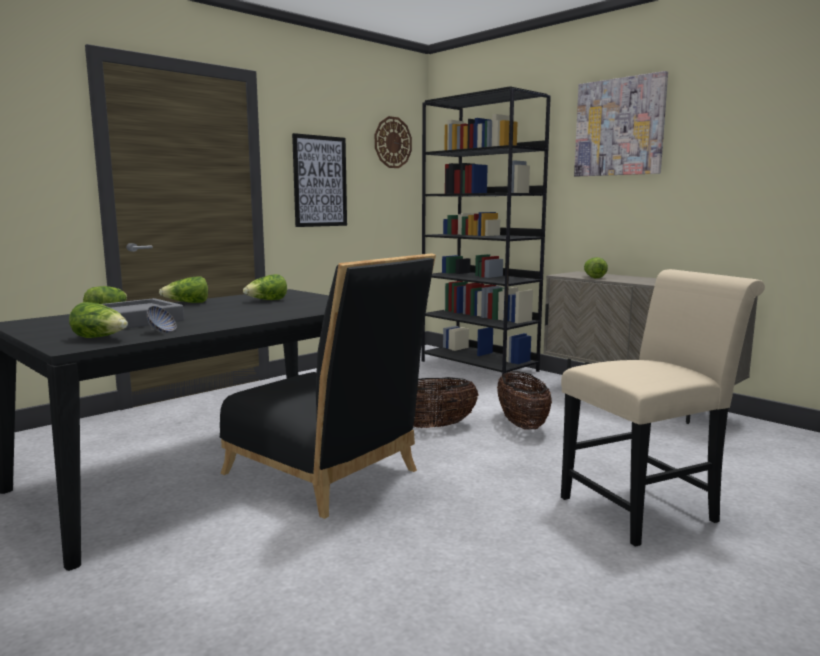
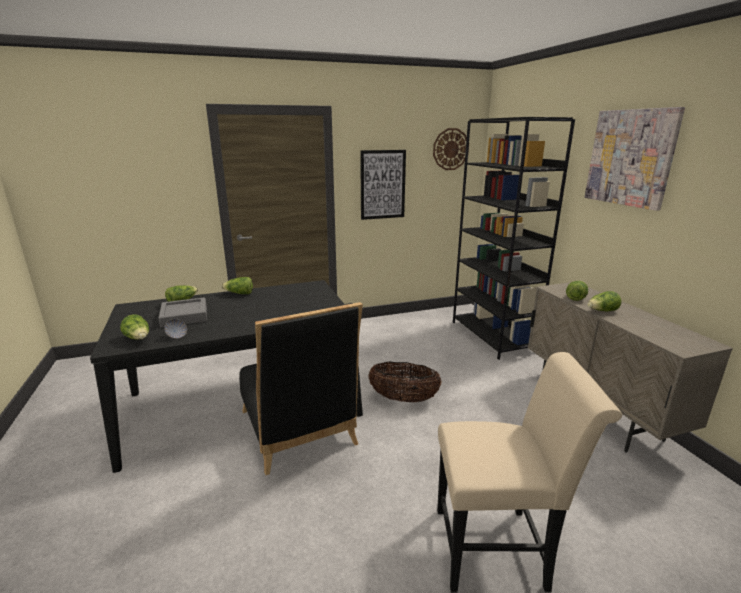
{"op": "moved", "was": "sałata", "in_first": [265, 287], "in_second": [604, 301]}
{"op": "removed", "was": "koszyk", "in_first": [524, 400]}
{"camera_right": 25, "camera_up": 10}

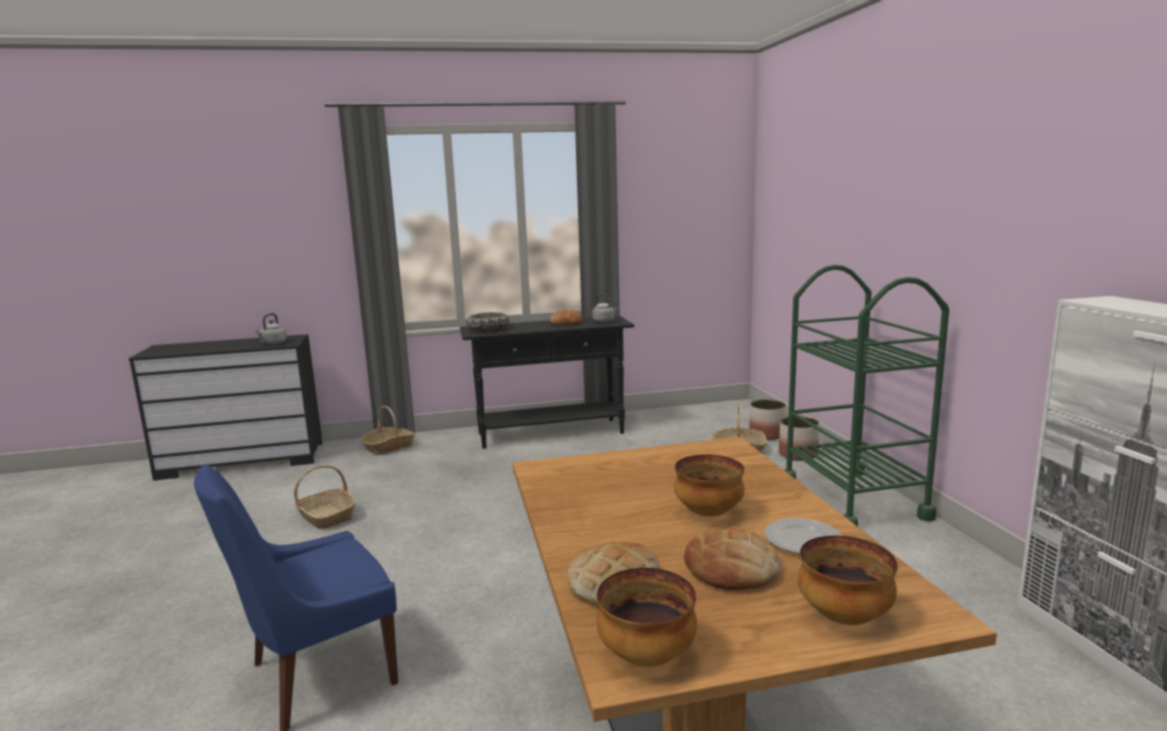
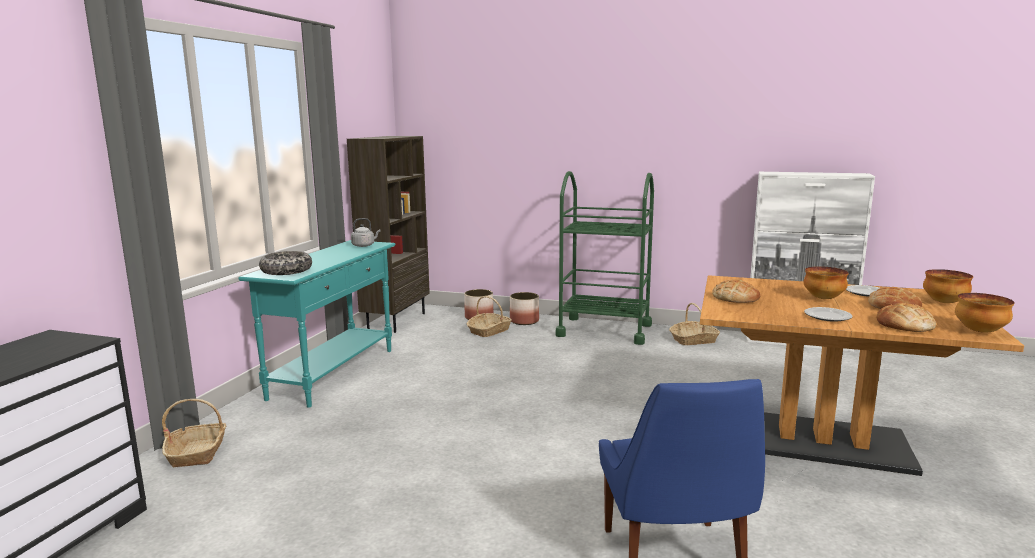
{"op": "removed", "was": "czajnik (szary)", "in_first": [271, 329]}
{"op": "moved", "was": "koszyk", "in_first": [325, 497], "in_second": [694, 324]}
{"op": "recoloured", "was": "stolik konsolowy (czarny)", "now": "stolik konsolowy (turkusowy)", "in_first": [547, 382], "in_second": [317, 324]}
{"op": "moved", "was": "chleb", "in_first": [566, 317], "in_second": [736, 291]}
{"op": "added", "now": "regał (brązowy)", "in_second": [388, 234]}
{"op": "added", "now": "talerz", "in_second": [828, 314]}
{"camera_right": -60, "camera_up": 0}

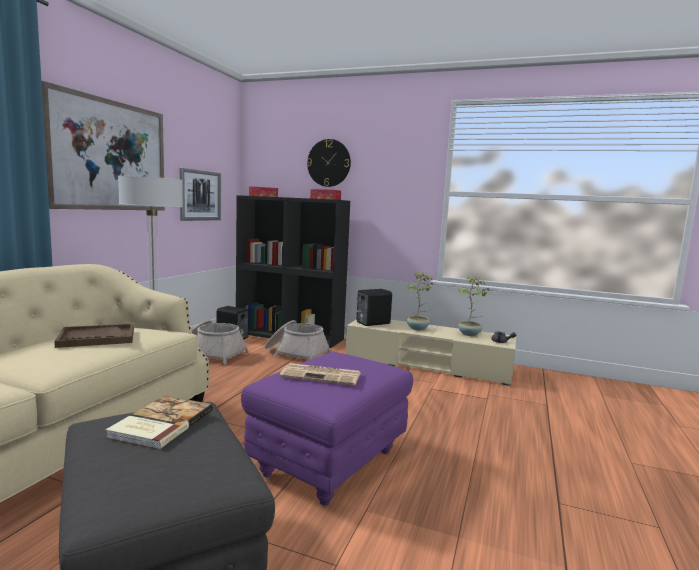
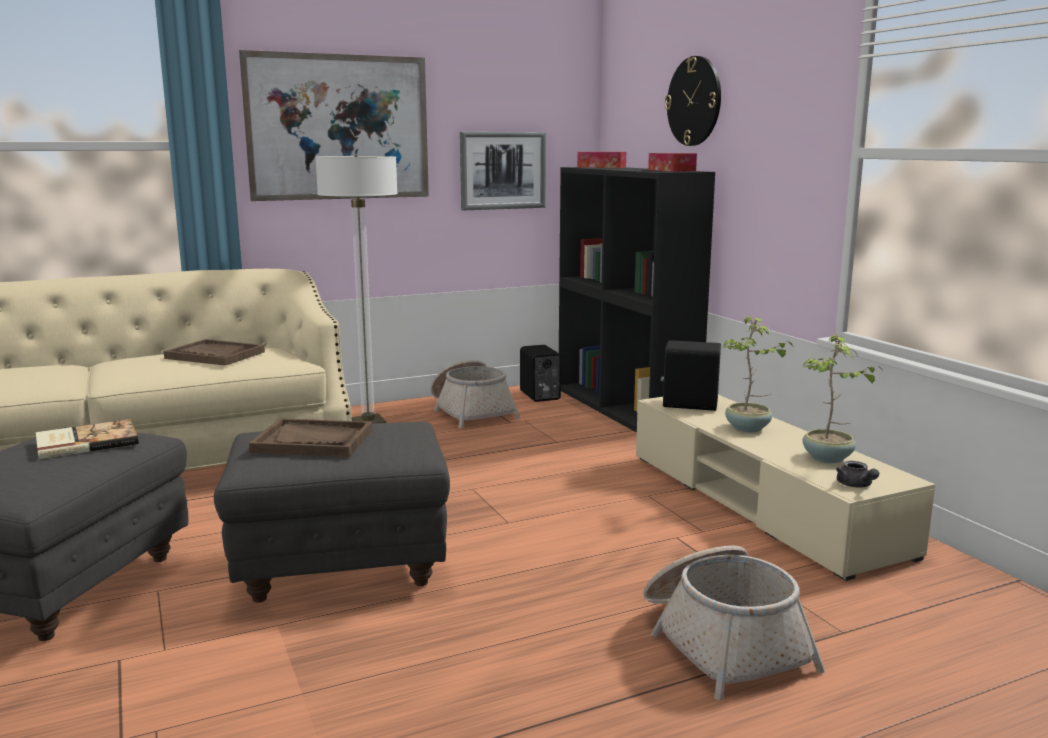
{"op": "recoloured", "was": "pufa (fioletowy)", "now": "pufa (szary)", "in_first": [327, 429], "in_second": [332, 511]}
{"op": "moved", "was": "koszyk", "in_first": [298, 339], "in_second": [734, 622]}
{"op": "replaced", "was": "gazeta", "now": "taca (brązowy)", "in_first": [320, 374], "in_second": [310, 437]}
{"camera_right": 45, "camera_up": 5}

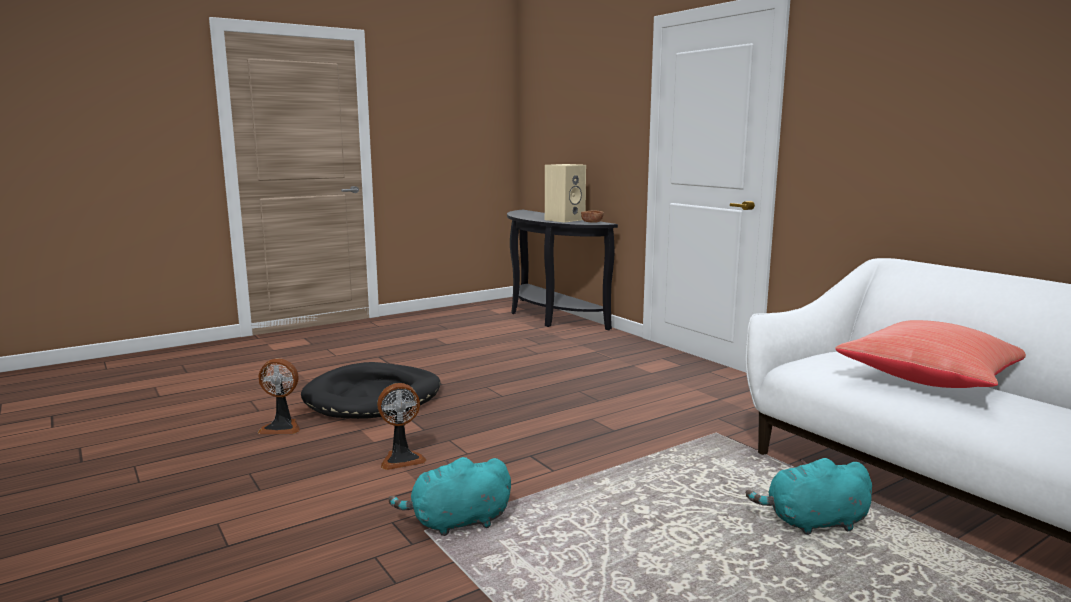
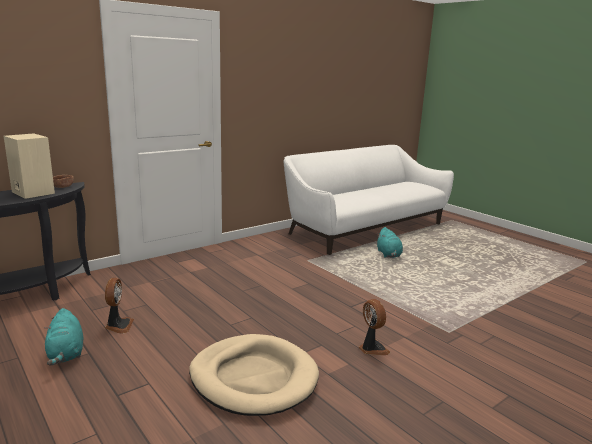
{"op": "moved", "was": "wentylator", "in_first": [279, 396], "in_second": [119, 306]}
{"op": "recoloured", "was": "legowisko (czarny)", "now": "legowisko (beżowy)", "in_first": [371, 390], "in_second": [254, 375]}
{"op": "moved", "was": "pluszak (turkusowy)", "in_first": [450, 496], "in_second": [63, 337]}
{"op": "removed", "was": "poduszka (czerwony)", "in_first": [931, 354]}
{"camera_right": -95, "camera_up": 5}

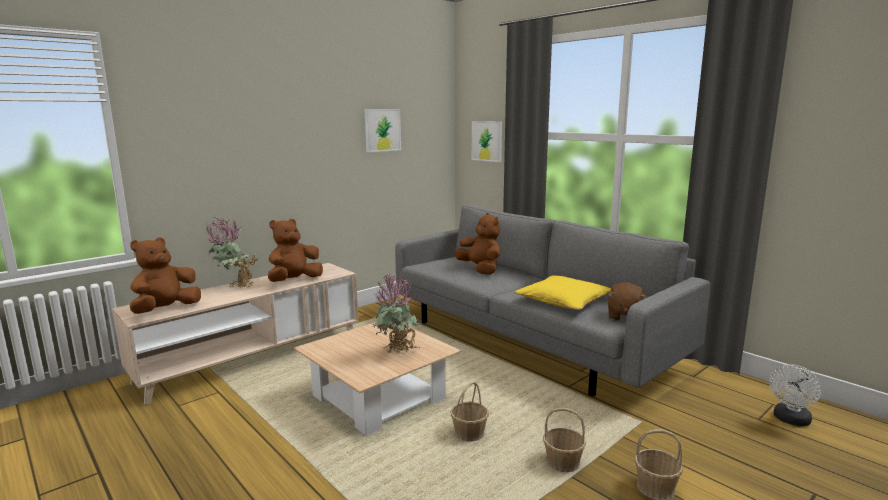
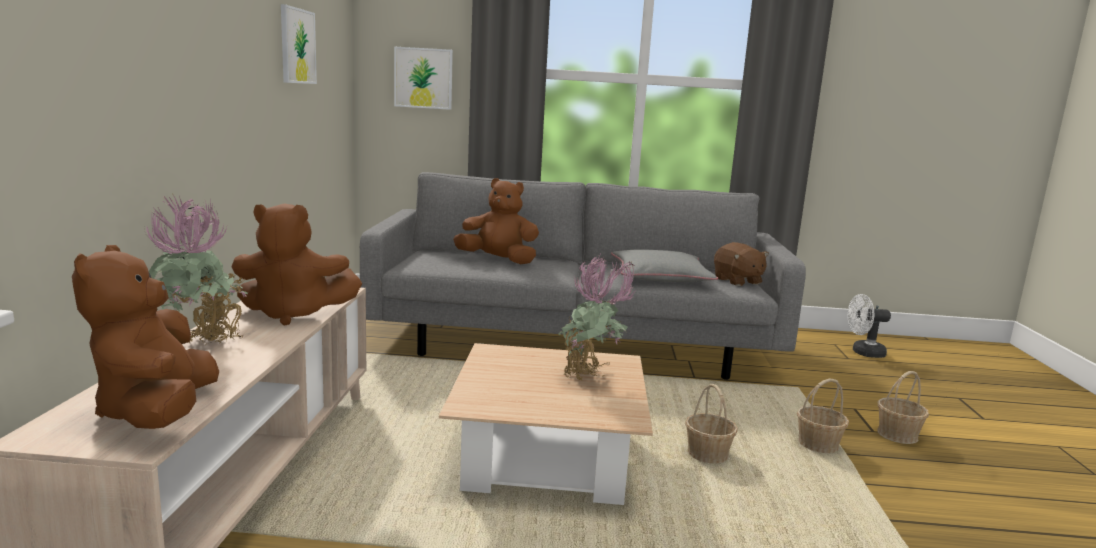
{"op": "turned", "was": "pluszak (brązowy)", "in_first": [295, 250], "in_second": [296, 265], "clockwise": -90}
{"op": "recoloured", "was": "poduszka (żółty)", "now": "poduszka (szary)", "in_first": [562, 292], "in_second": [664, 265]}
{"op": "turned", "was": "wentylator (biały)", "in_first": [795, 395], "in_second": [869, 326], "clockwise": 90}
{"camera_right": -45, "camera_up": 0}

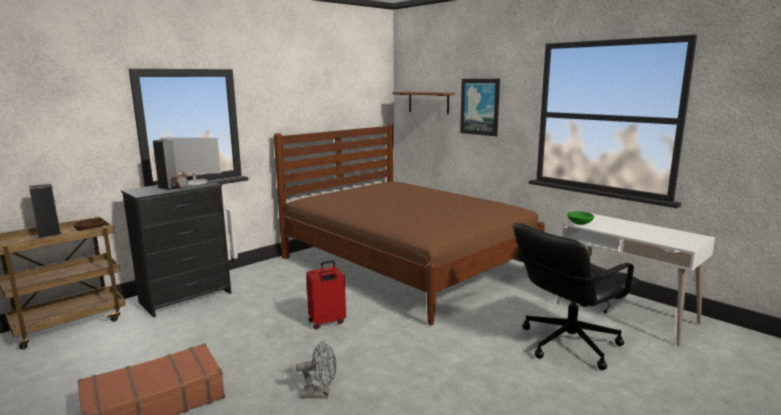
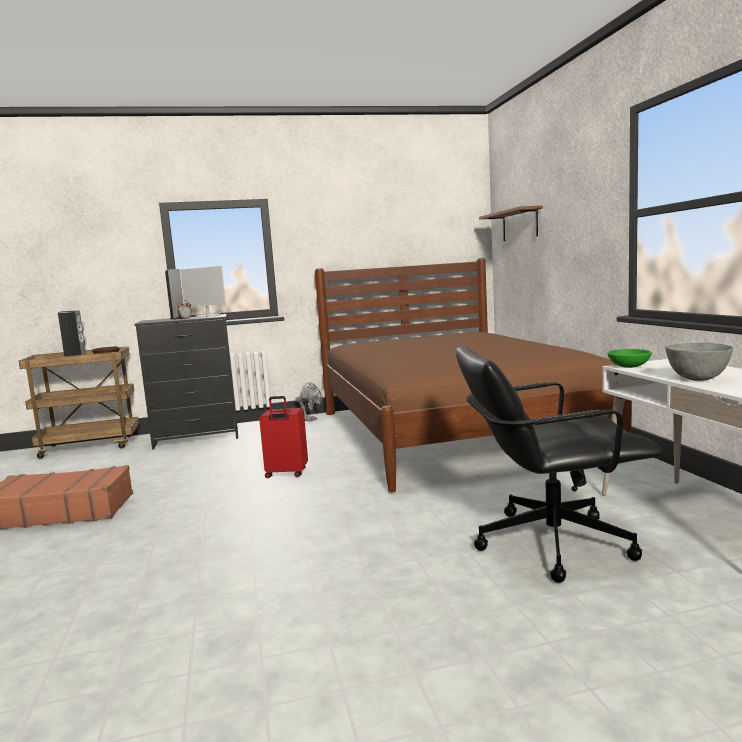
{"op": "moved", "was": "wentylator (szary)", "in_first": [316, 370], "in_second": [308, 402]}
{"op": "removed", "was": "obraz", "in_first": [480, 107]}
{"op": "added", "now": "miska (szary)", "in_second": [699, 362]}
{"camera_right": 30, "camera_up": -5}

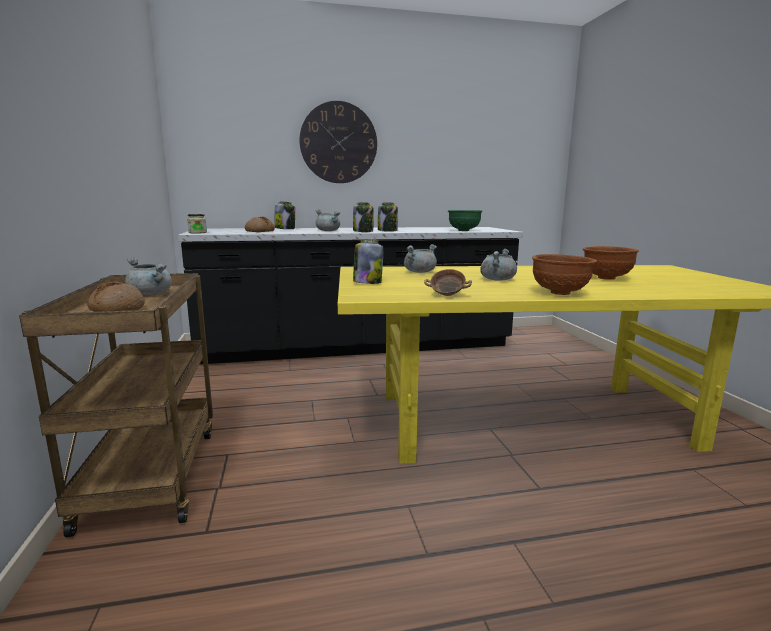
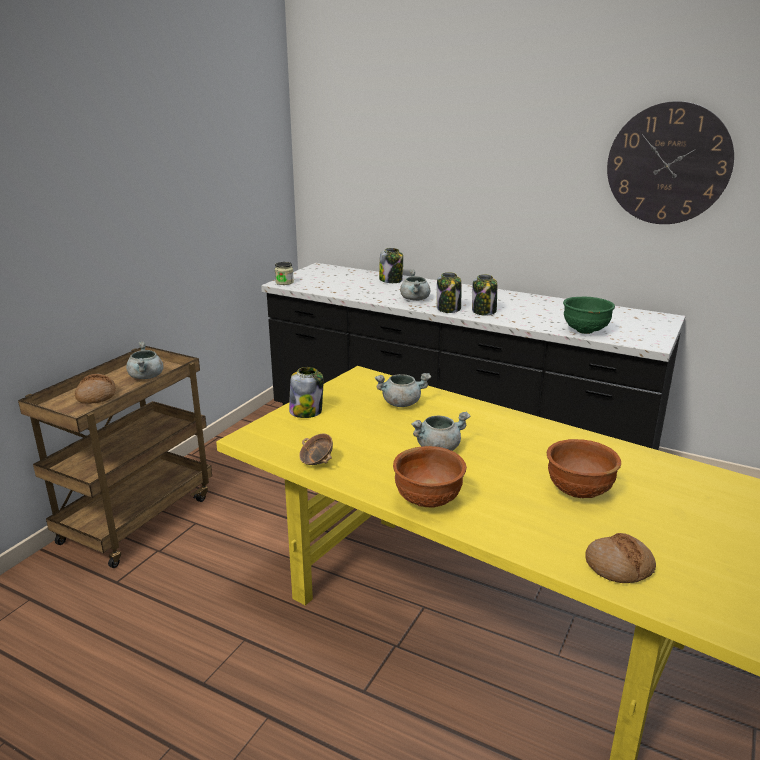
{"op": "moved", "was": "chleb", "in_first": [260, 224], "in_second": [620, 558]}
{"op": "moved", "was": "zegar ścienny", "in_first": [338, 142], "in_second": [670, 162]}
{"camera_right": 40, "camera_up": 10}

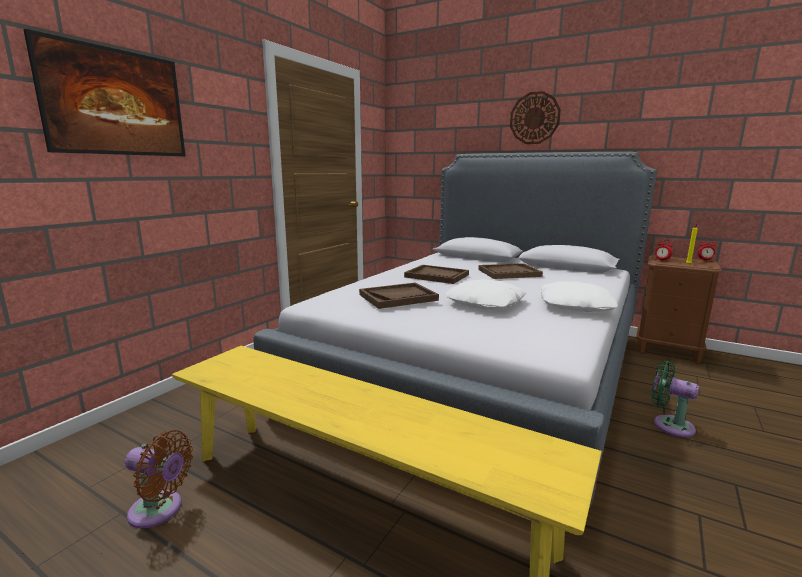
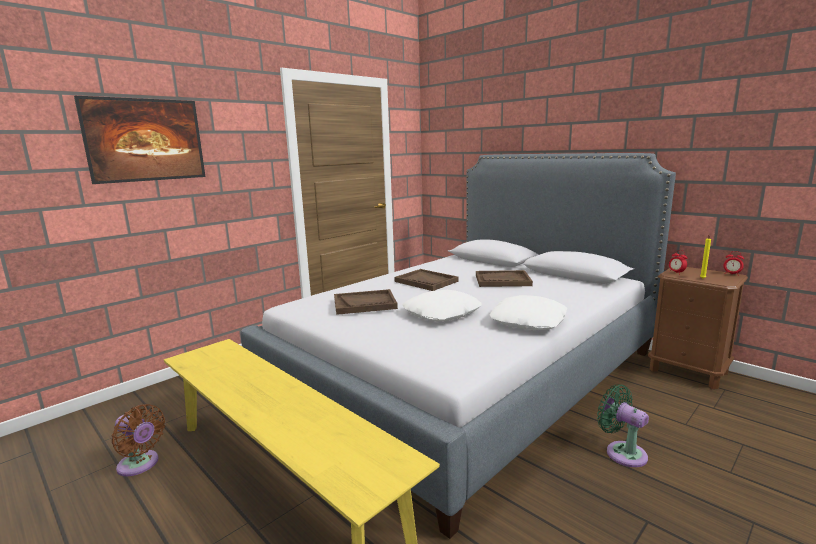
{"op": "removed", "was": "zegar ścienny", "in_first": [535, 117]}
{"camera_right": 15, "camera_up": 0}

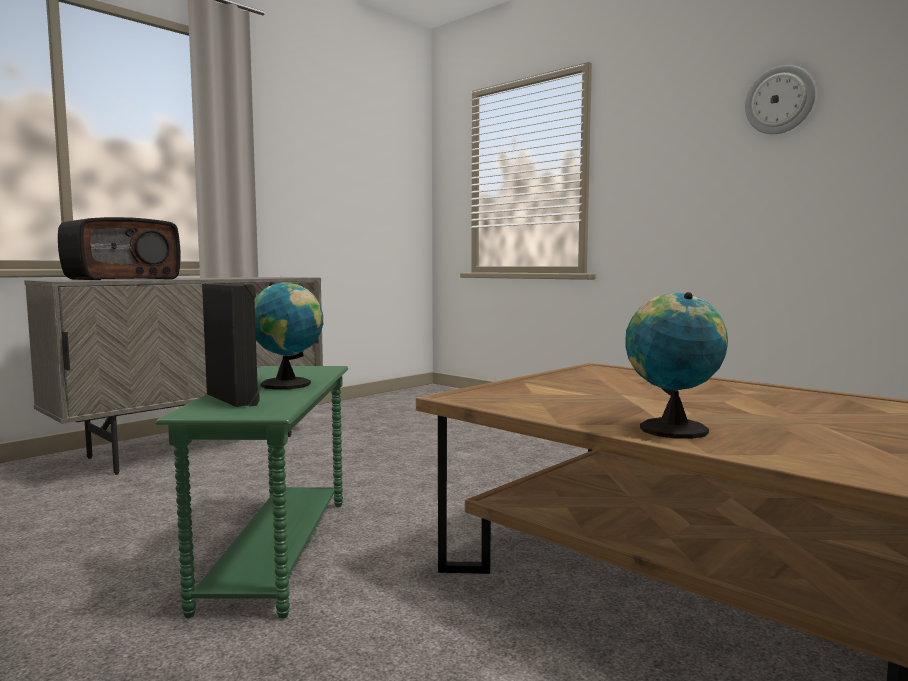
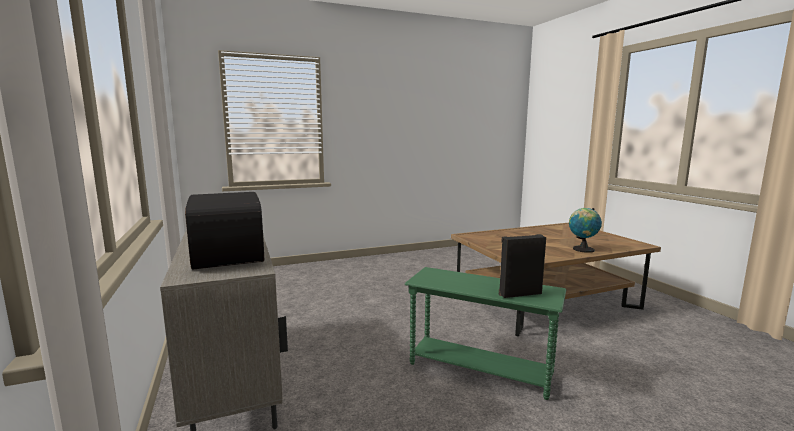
{"op": "removed", "was": "globus", "in_first": [289, 335]}
{"op": "removed", "was": "zegar ścienny", "in_first": [780, 99]}
{"camera_right": -65, "camera_up": 5}

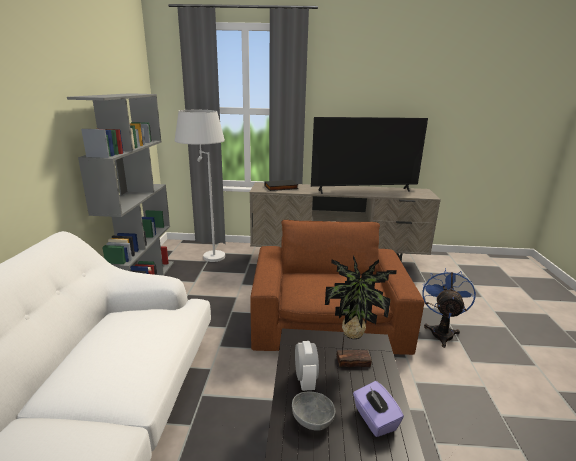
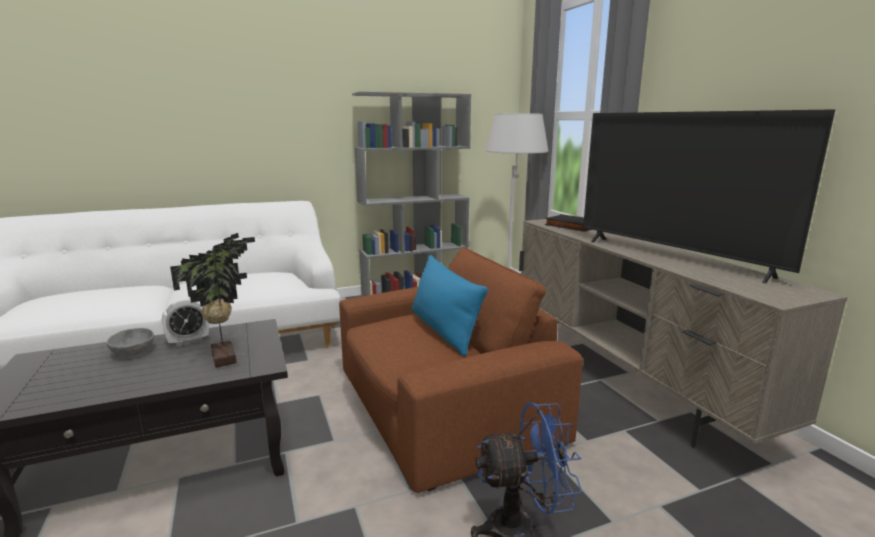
{"op": "removed", "was": "pudełko chusteczek (fioletowy)", "in_first": [378, 409]}
{"op": "added", "now": "poduszka (niebieski)", "in_second": [450, 306]}
{"camera_right": 65, "camera_up": -5}

